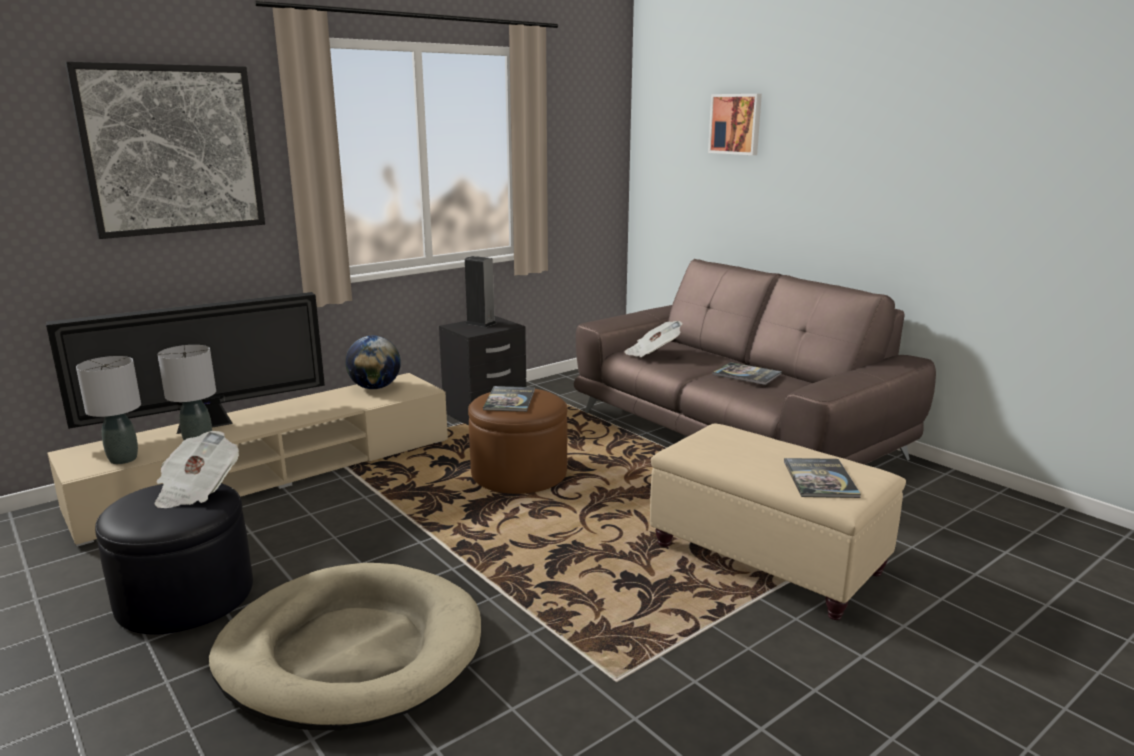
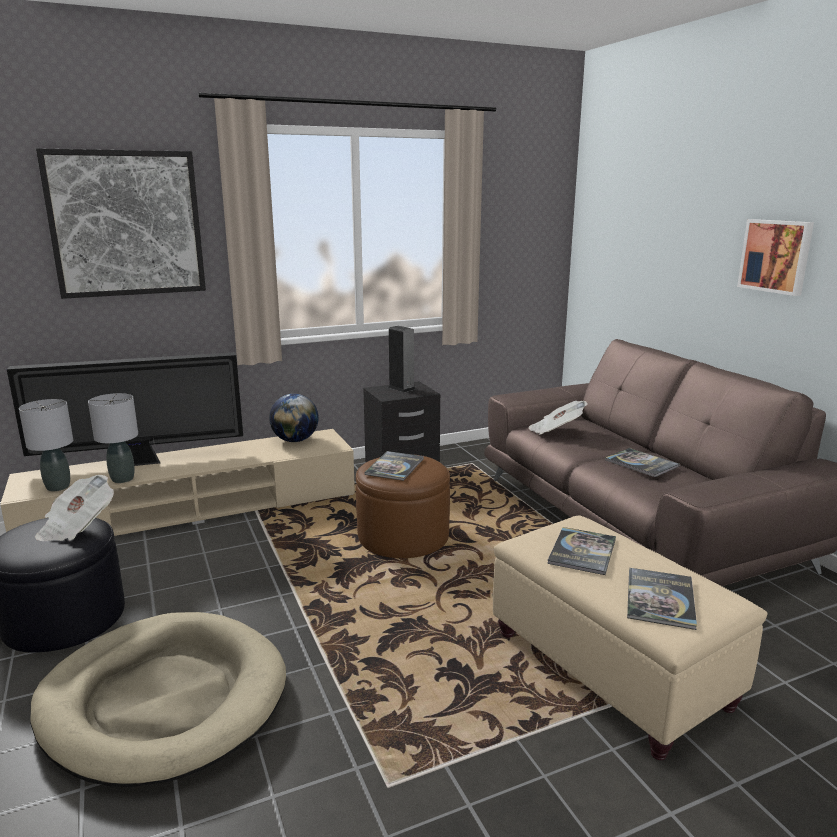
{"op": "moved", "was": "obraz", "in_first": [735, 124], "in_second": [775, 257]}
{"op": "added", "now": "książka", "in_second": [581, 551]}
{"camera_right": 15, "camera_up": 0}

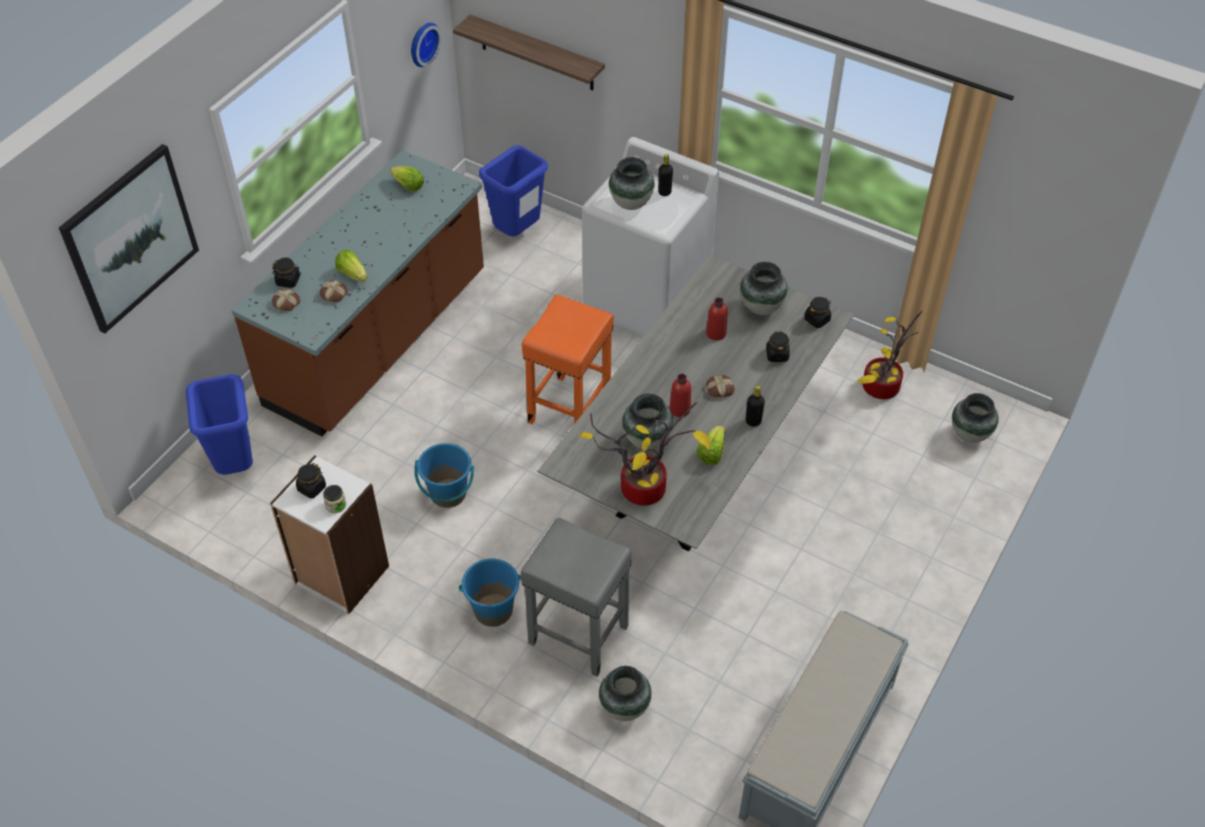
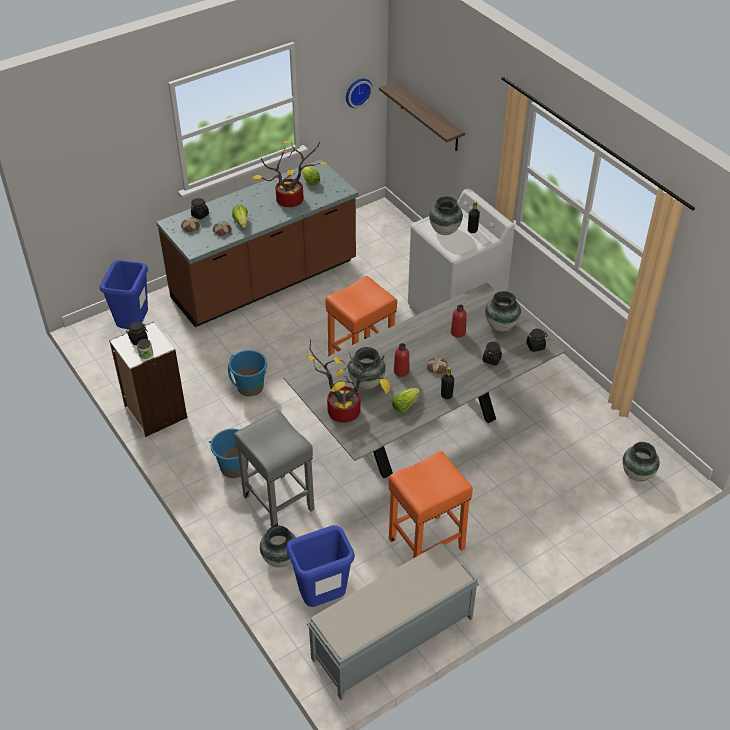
{"op": "removed", "was": "obraz", "in_first": [129, 238]}
{"op": "moved", "was": "kosz na śmieci (niebieski)", "in_first": [513, 190], "in_second": [320, 566]}
{"op": "moved", "was": "roślina doniczkowa", "in_first": [889, 355], "in_second": [290, 174]}
{"op": "added", "now": "stołek (pomarańczowy)", "in_second": [431, 504]}
{"camera_right": 25, "camera_up": -5}

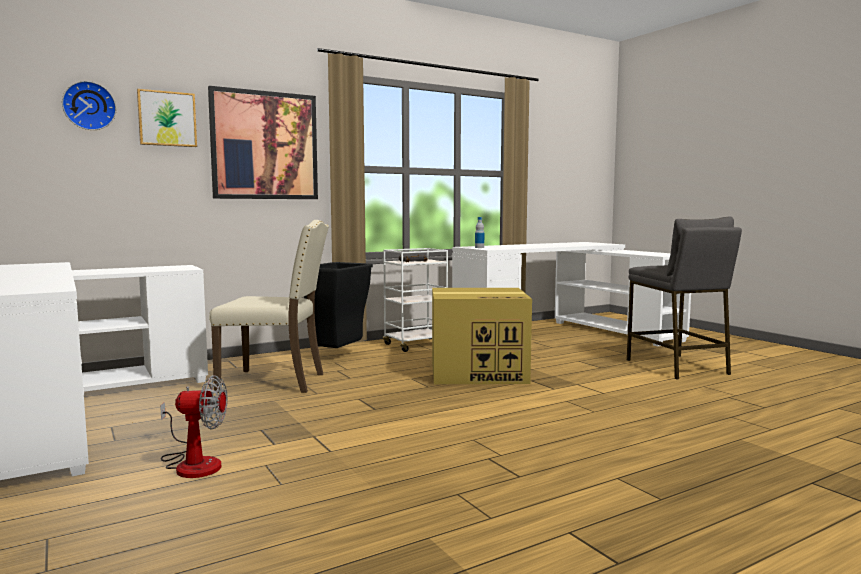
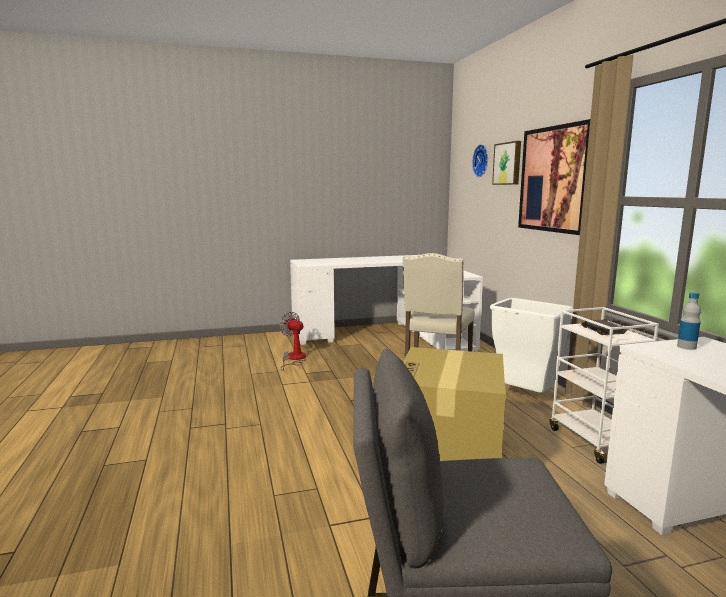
{"op": "turned", "was": "wentylator", "in_first": [194, 426], "in_second": [293, 341], "clockwise": 120}
{"op": "recoloured", "was": "kosz na śmieci (czarny)", "now": "kosz na śmieci (biały)", "in_first": [338, 305], "in_second": [531, 345]}
{"camera_right": 105, "camera_up": 5}

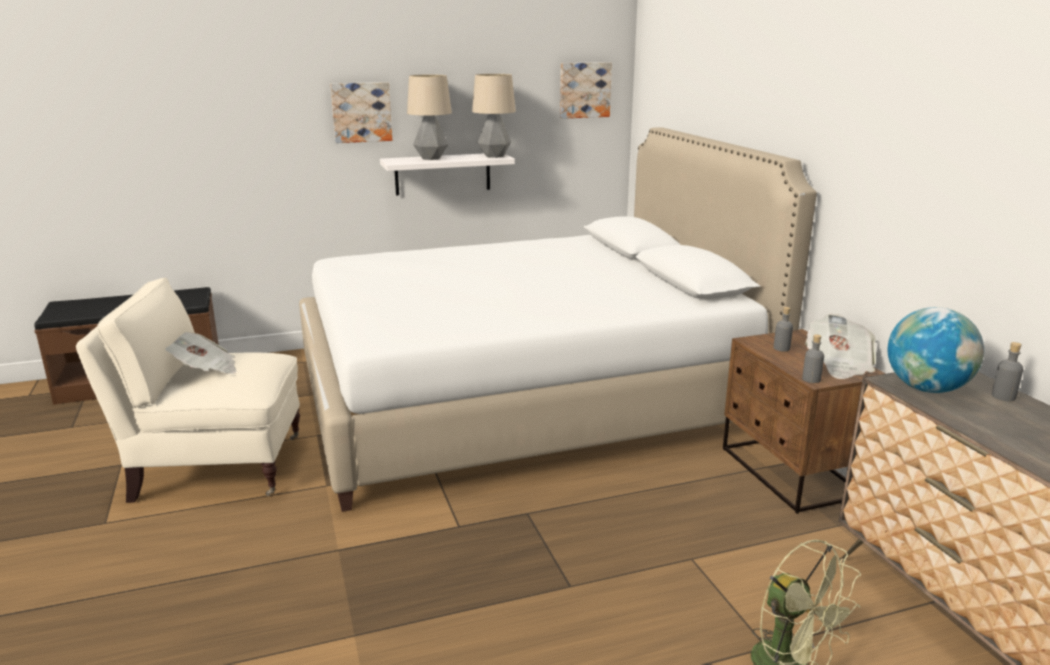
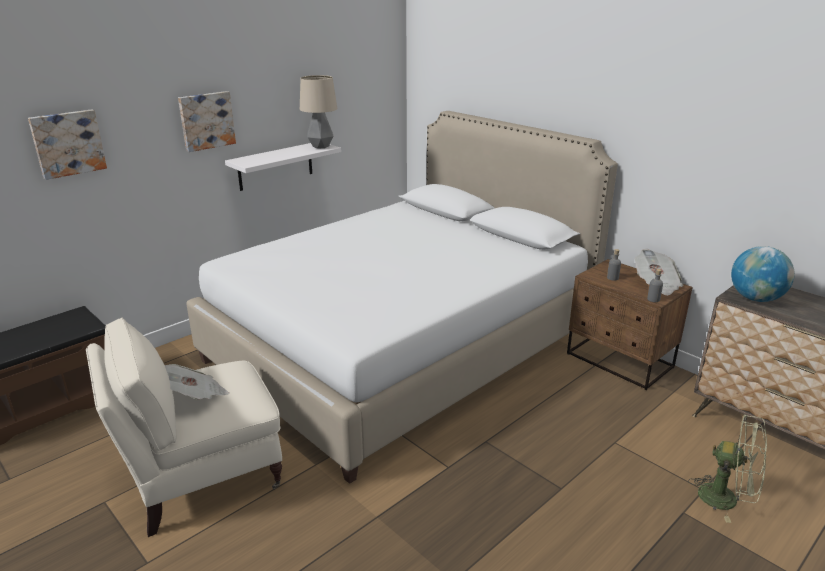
{"op": "removed", "was": "lampa stołowa", "in_first": [429, 117]}
{"op": "moved", "was": "obraz", "in_first": [586, 90], "in_second": [67, 144]}
{"op": "removed", "was": "butelka (szary)", "in_first": [1007, 371]}
{"camera_right": -25, "camera_up": 5}

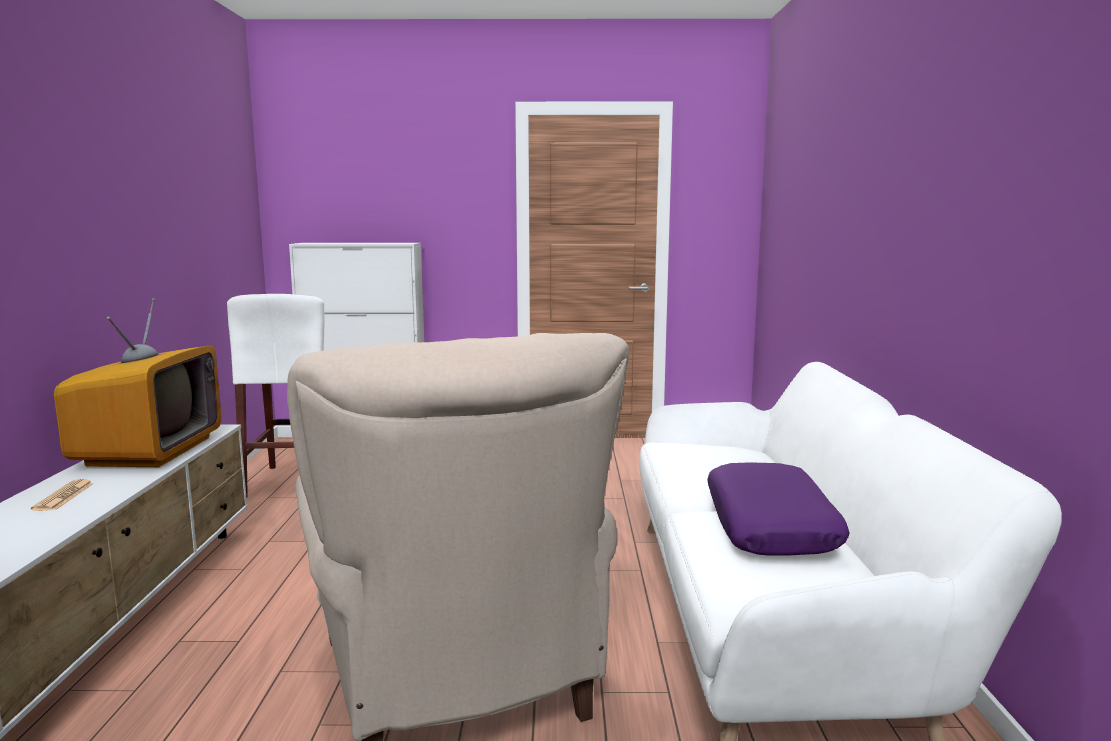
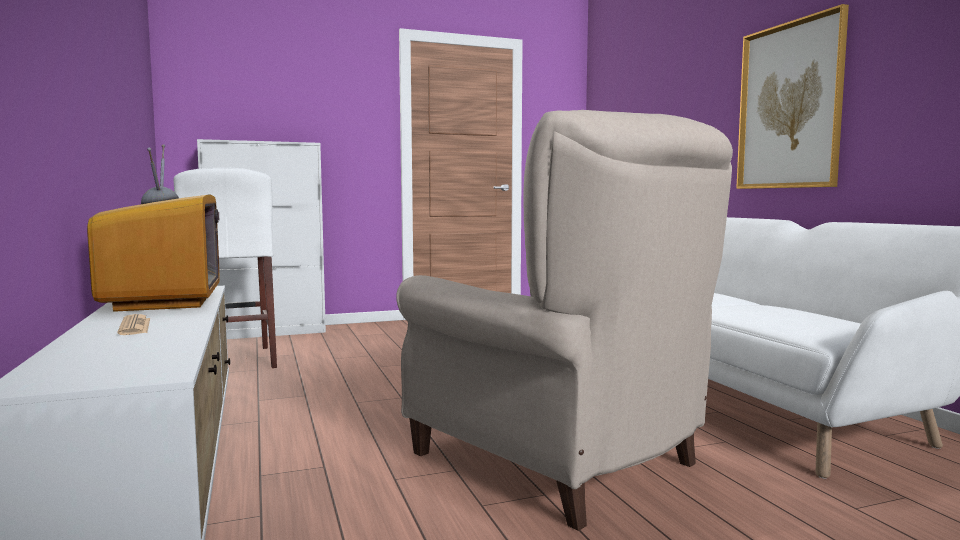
{"op": "removed", "was": "poduszka (fioletowy)", "in_first": [778, 509]}
{"op": "added", "now": "obraz", "in_second": [792, 96]}
{"camera_right": -20, "camera_up": -5}

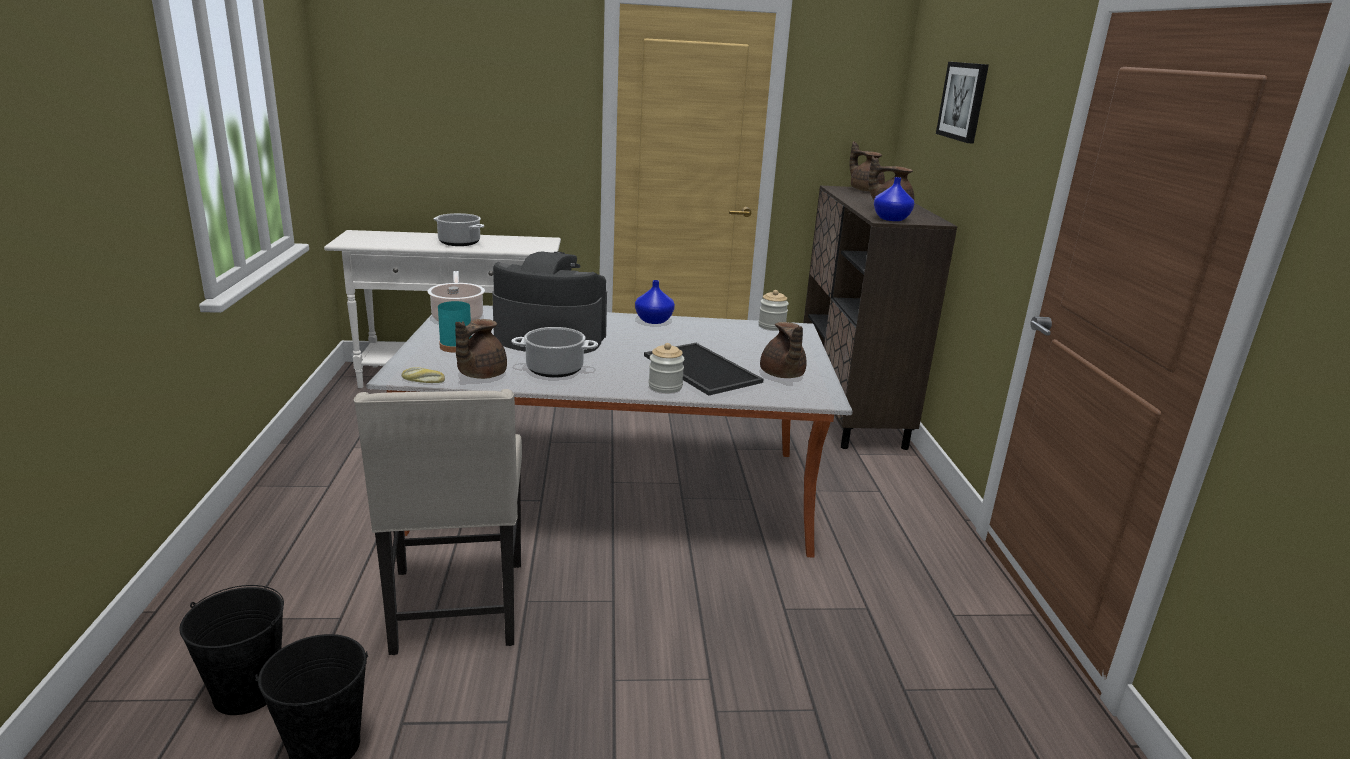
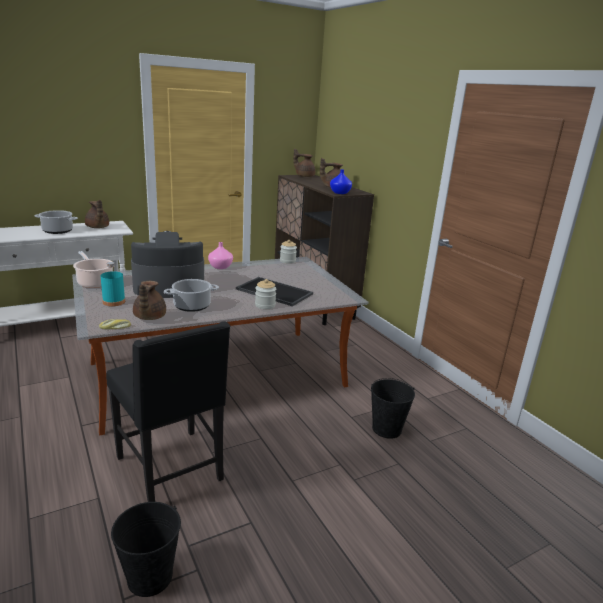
{"op": "moved", "was": "wiadro (czarny)", "in_first": [231, 650], "in_second": [393, 408]}
{"op": "recoloured", "was": "krzesło (beżowy)", "now": "krzesło (czarny)", "in_first": [438, 522], "in_second": [168, 411]}
{"op": "recoloured", "was": "wazon (niebieski)", "now": "wazon (różowy)", "in_first": [655, 302], "in_second": [220, 255]}
{"op": "moved", "was": "imbryk (brązowy)", "in_first": [783, 350], "in_second": [97, 214]}
{"op": "removed", "was": "obraz", "in_first": [962, 103]}
{"camera_right": -25, "camera_up": 0}

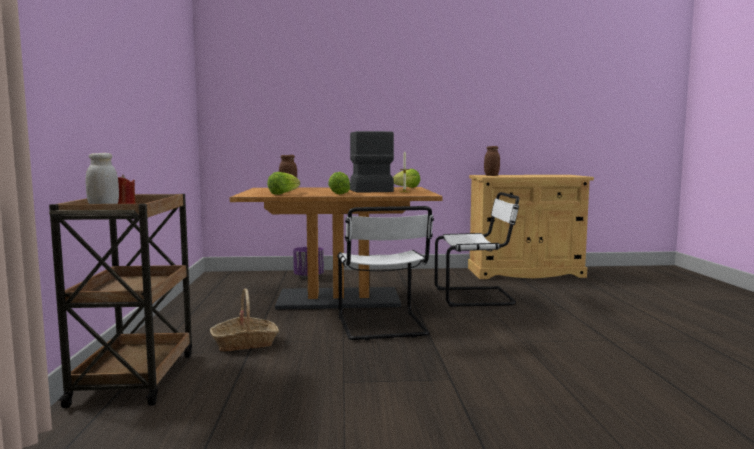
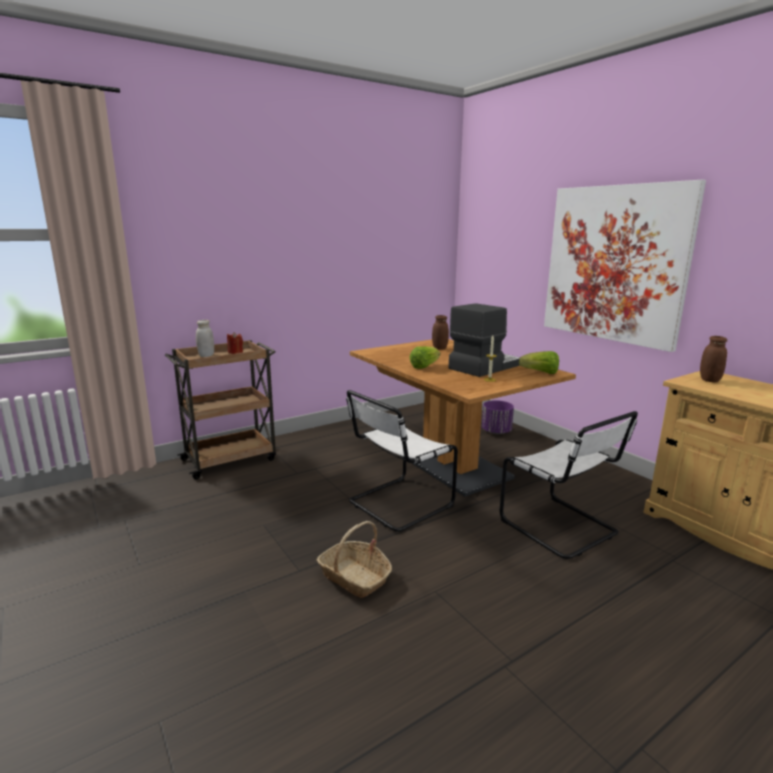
{"op": "moved", "was": "koszyk", "in_first": [244, 320], "in_second": [354, 559]}
{"op": "removed", "was": "sałata", "in_first": [283, 183]}
{"op": "added", "now": "obraz", "in_second": [625, 266]}
{"camera_right": 60, "camera_up": 10}

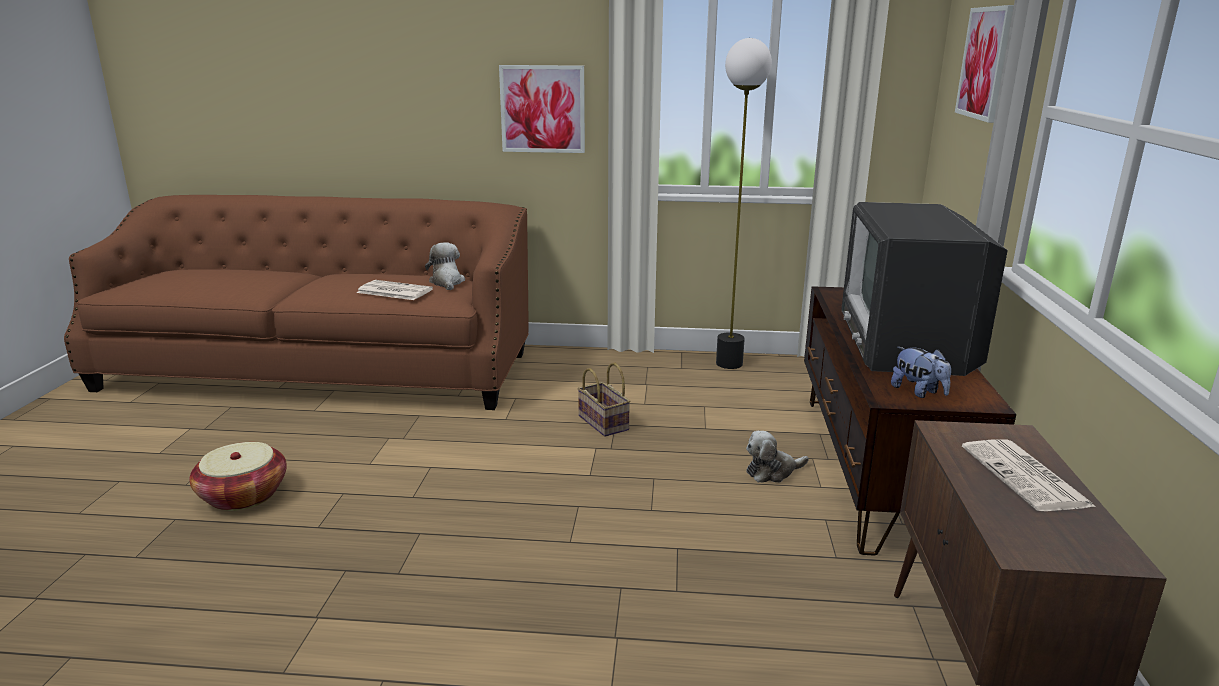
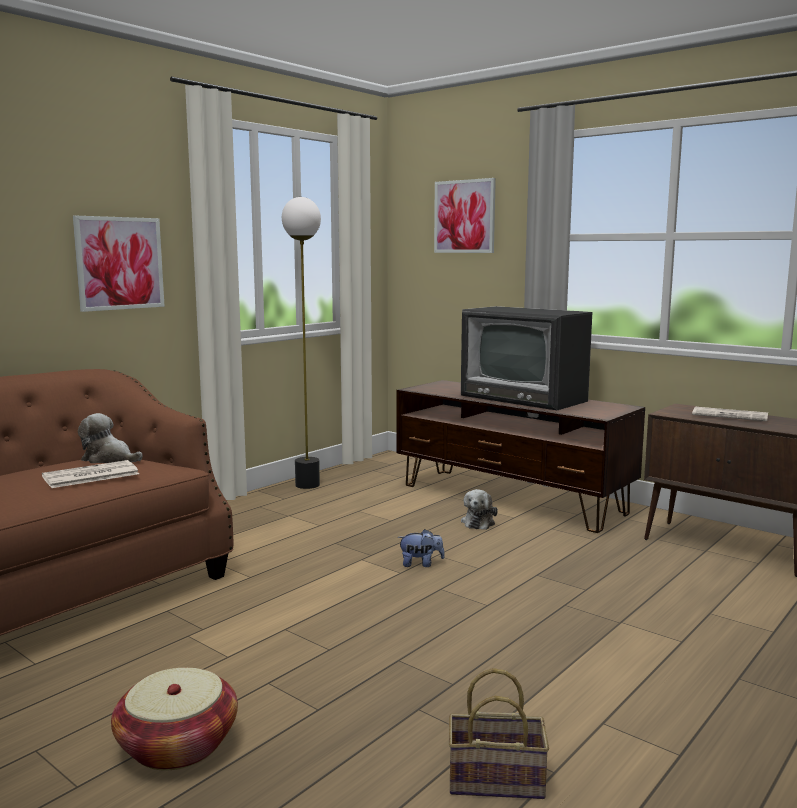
{"op": "moved", "was": "koszyk", "in_first": [603, 399], "in_second": [499, 733]}
{"op": "moved", "was": "pluszak", "in_first": [921, 372], "in_second": [421, 548]}
{"camera_right": -55, "camera_up": -10}

